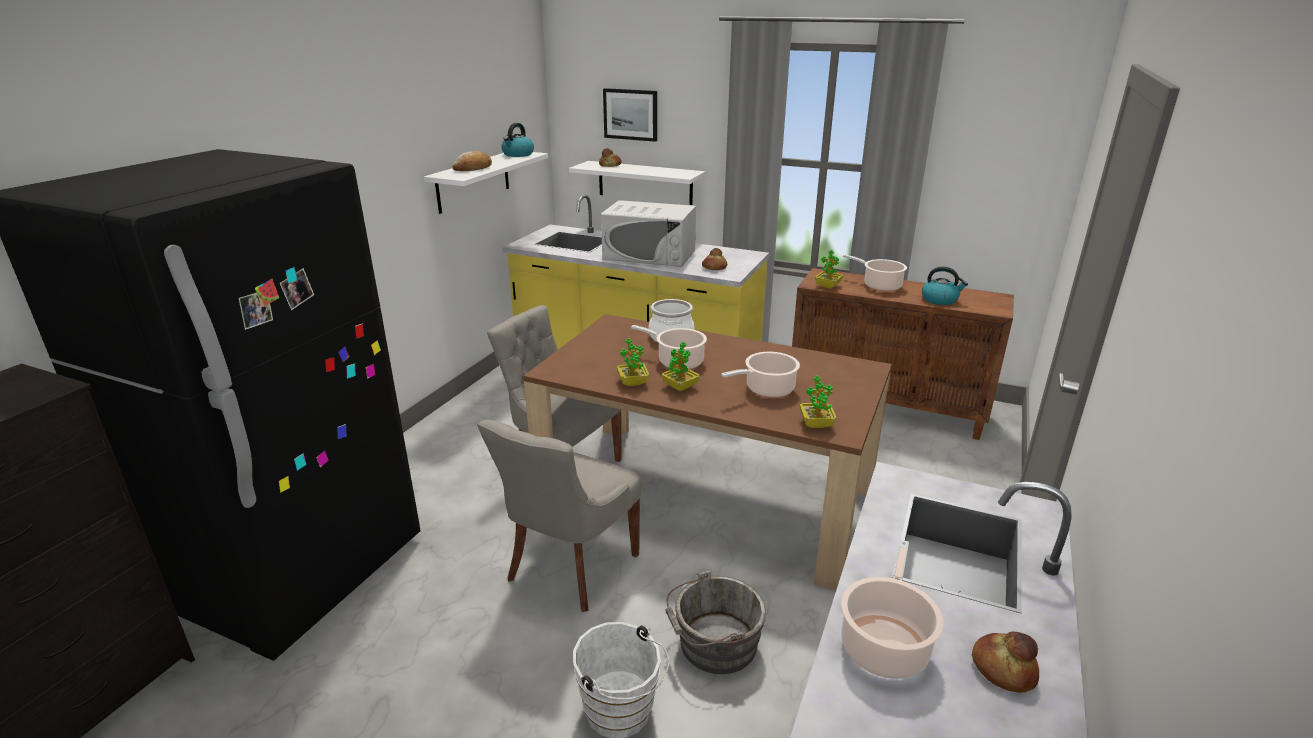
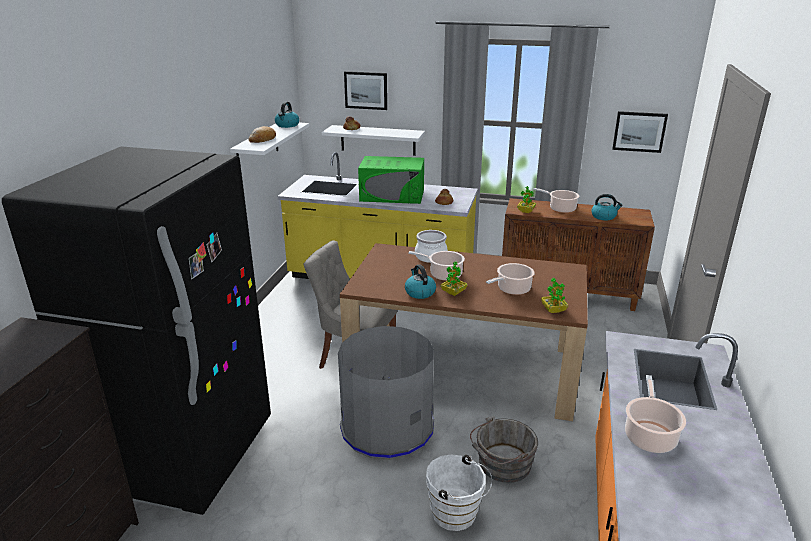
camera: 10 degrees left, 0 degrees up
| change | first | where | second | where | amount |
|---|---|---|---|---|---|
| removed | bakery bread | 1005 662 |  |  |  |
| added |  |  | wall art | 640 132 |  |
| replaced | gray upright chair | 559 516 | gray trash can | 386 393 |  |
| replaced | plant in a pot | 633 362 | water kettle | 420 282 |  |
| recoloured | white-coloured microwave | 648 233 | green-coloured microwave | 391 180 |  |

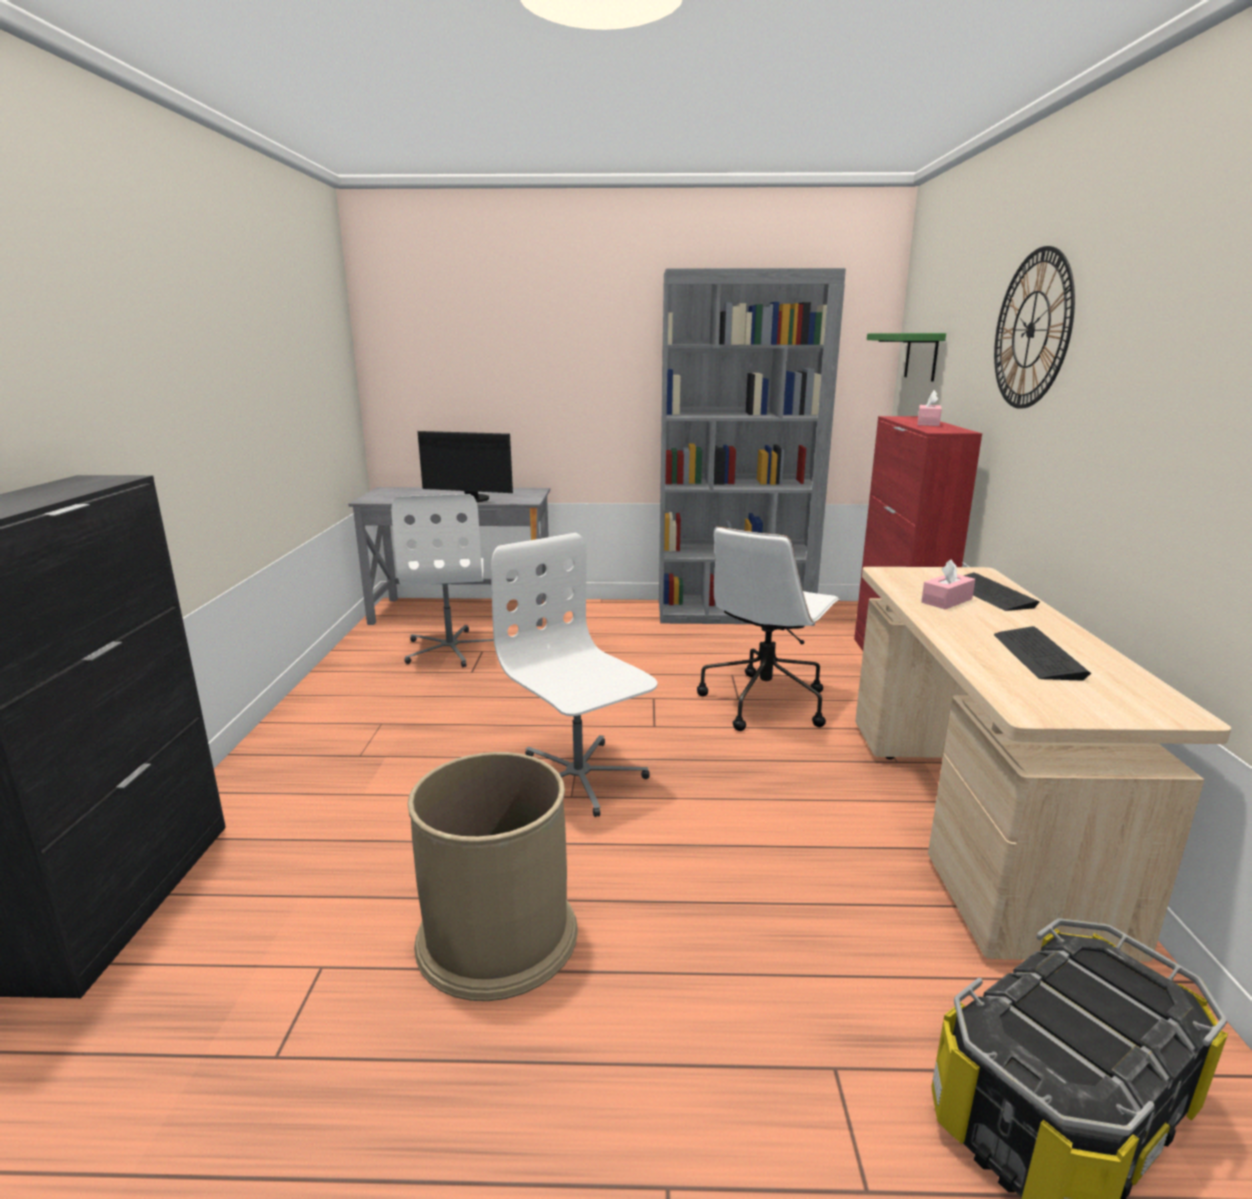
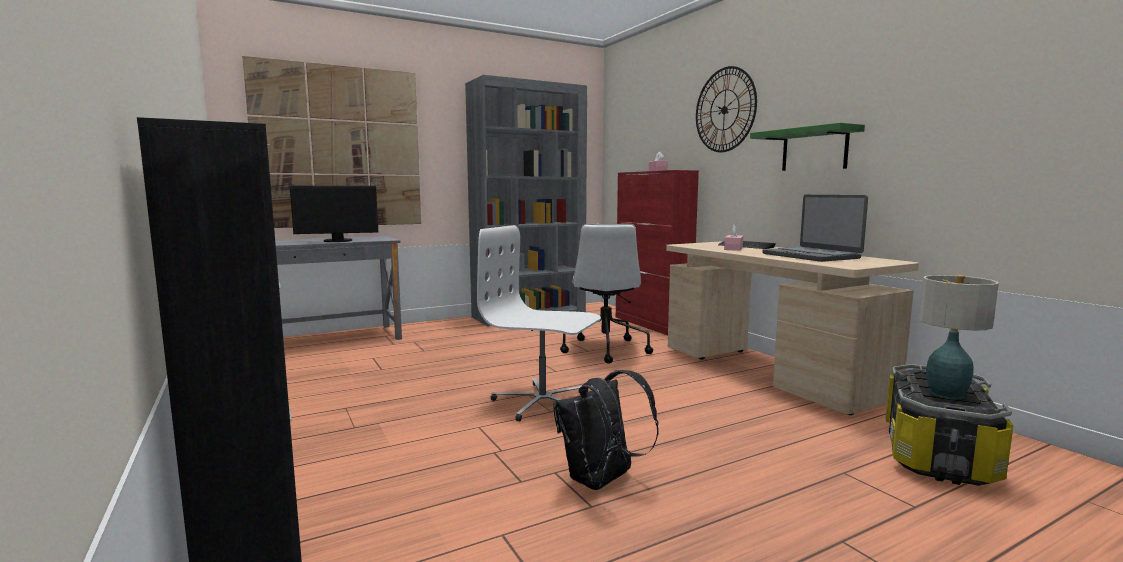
camera: 30 degrees left, 10 degrees down
| change | first | where | second | where | amount |
|---|---|---|---|---|---|
| removed | white-coloured desk chair | 442 580 |  |  |  |
| added |  |  | wall art | 331 142 |  |
| added |  |  | tabletop lamp | 959 337 |  |
| moved | green-coloured bracket shelf | 906 357 |  | 807 147 |  |
| replaced | brown trash can | 492 876 | black-coloured rucksack | 606 430 |  |
| replaced | computer keyboard | 1042 653 | laptop | 815 228 |  |

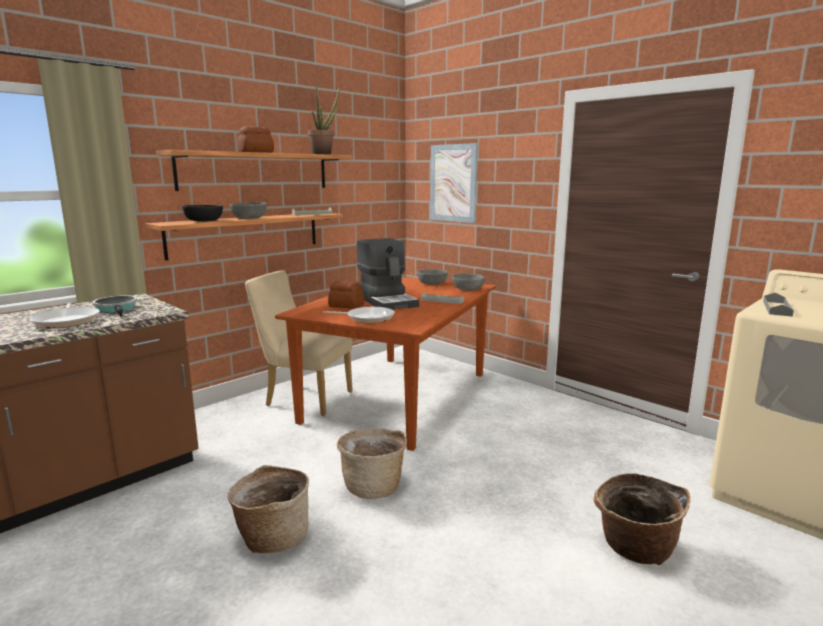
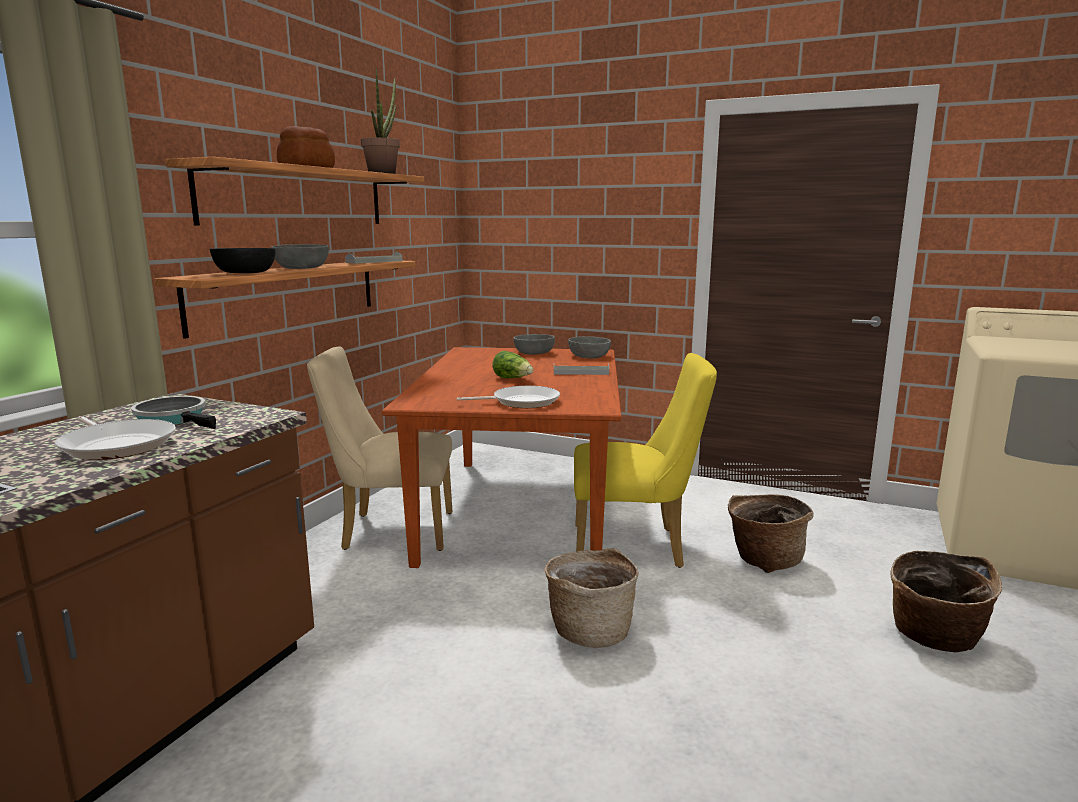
camera: 20 degrees left, 0 degrees up
| change | first | where | second | where | amount |
|---|---|---|---|---|---|
| removed | bakery bread | 346 294 |  |  |  |
| removed | wall art | 454 183 |  |  |  |
| removed | gray serving tray | 778 305 |  |  |  |
| added |  |  | yellow upright chair | 645 460 |  |
| moved | basket | 268 509 |  | 771 533 |  |
| replaced | coffee brewer | 388 274 | head of lettuce | 513 364 |  |

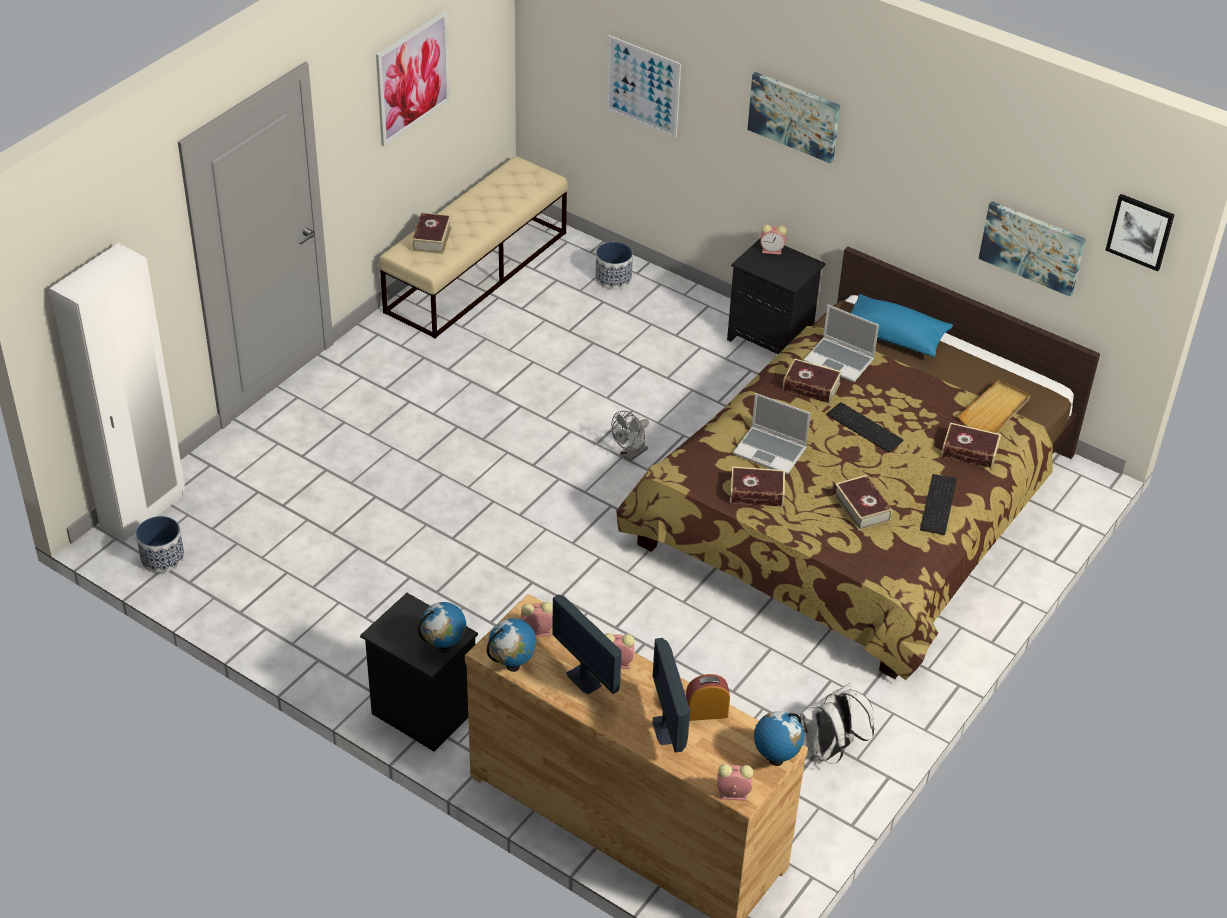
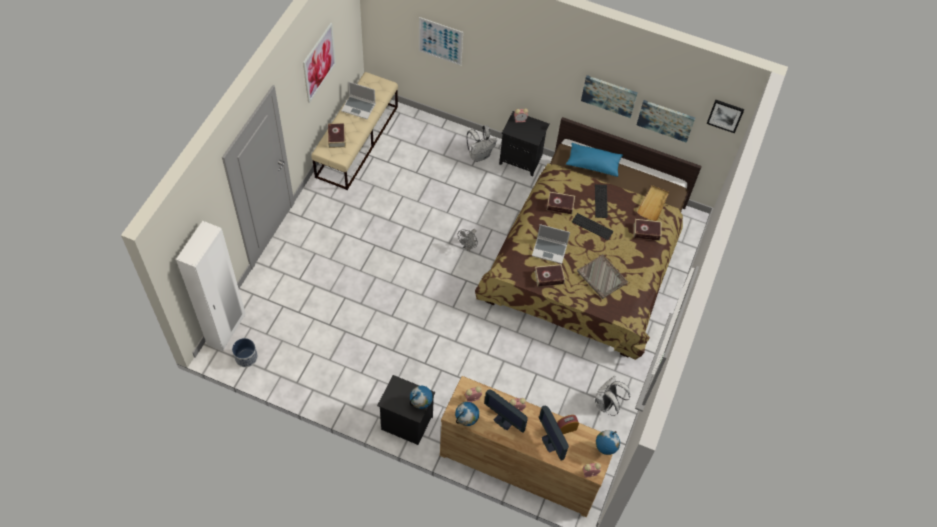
camera: 15 degrees left, 15 degrees up
| change | first | where | second | where | amount |
|---|---|---|---|---|---|
| removed | plant pot | 614 265 |  |  |  |
| added |  |  | white-coloured rucksack | 482 143 |  |
| moved | wall art | 793 118 |  | 609 96 |  |
| moved | laptop | 841 343 |  | 358 100 |  |
| moved | computer keyboard | 938 504 |  | 601 201 |  |
| replaced | volume | 863 503 | gray serving tray | 602 276 |  |

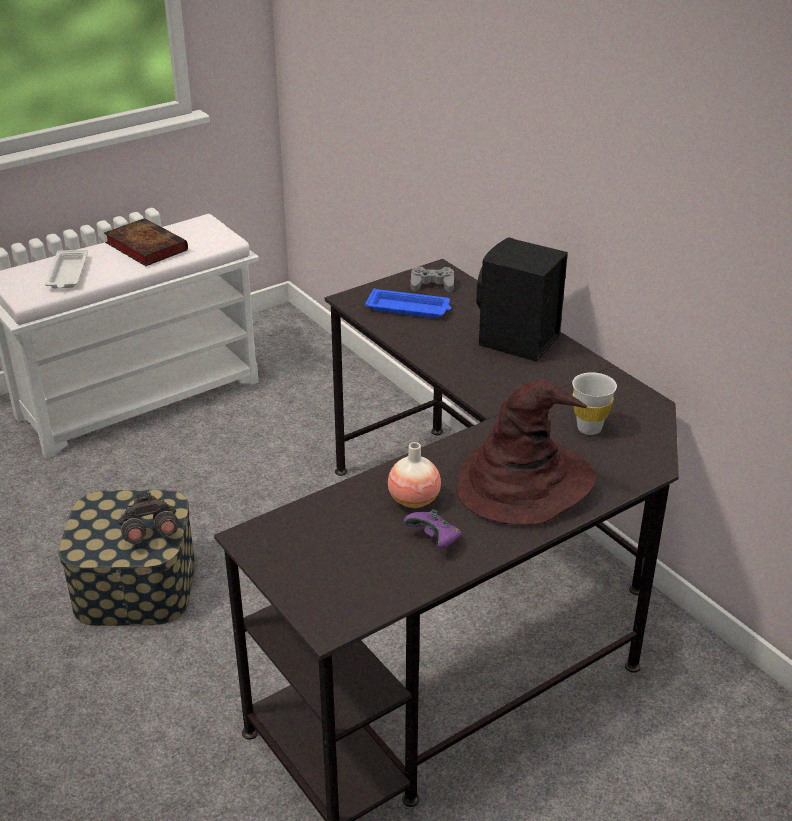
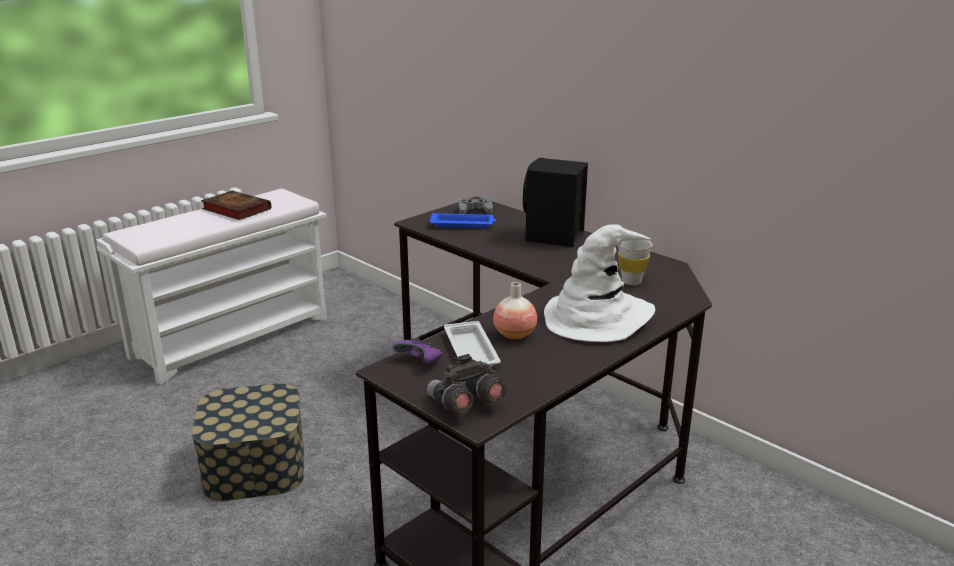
camera: 10 degrees left, 10 degrees down
| change | first | where | second | where | amount |
|---|---|---|---|---|---|
| moved | white-coloured serving tray | 66 269 |  | 472 344 |  |
| moved | gray field glasses | 148 518 |  | 467 384 |  |
| moved | purple joypad | 433 529 |  | 417 351 |  |
| recoloured | brown wearable hat | 525 452 | white-coloured wearable hat | 599 283 |  |

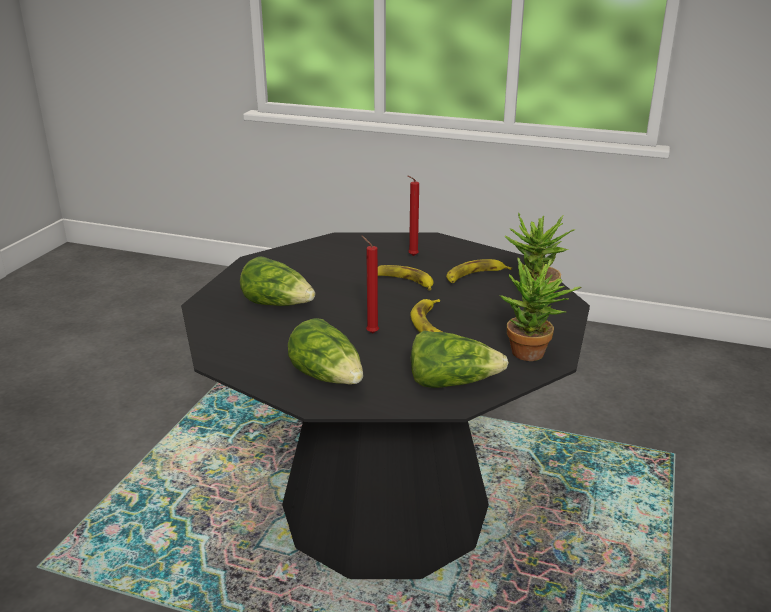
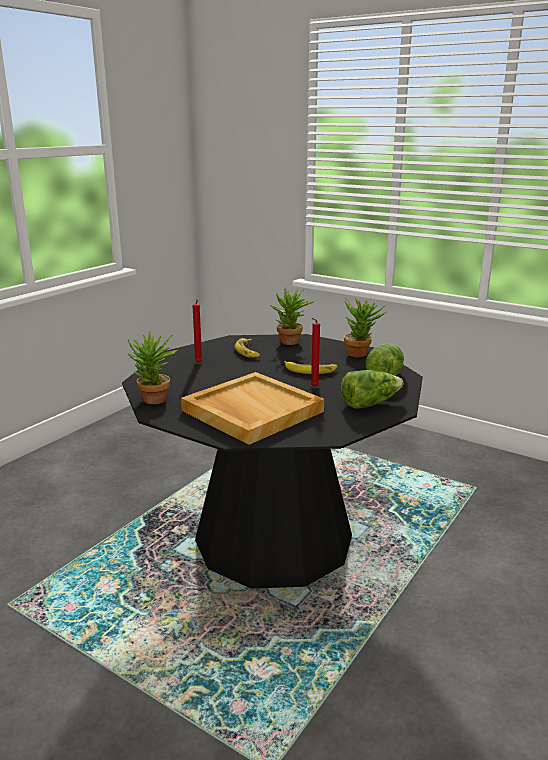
camera: 75 degrees left, 5 degrees down
| change | first | where | second | where | amount |
|---|---|---|---|---|---|
| removed | whole banana | 406 277 |  |  |  |
| added |  |  | plant in a pot | 152 367 |  |
| replaced | head of lettuce | 277 281 | sand-coloured serving tray | 252 408 |  |

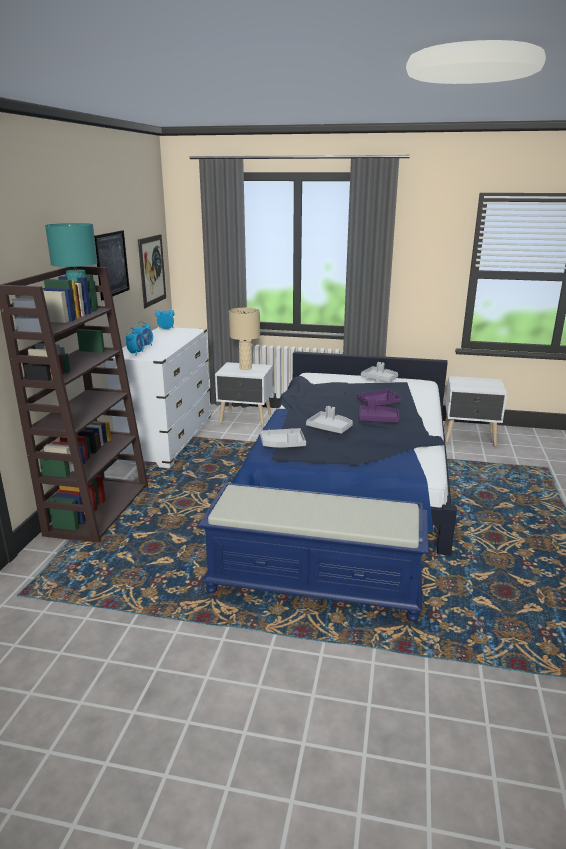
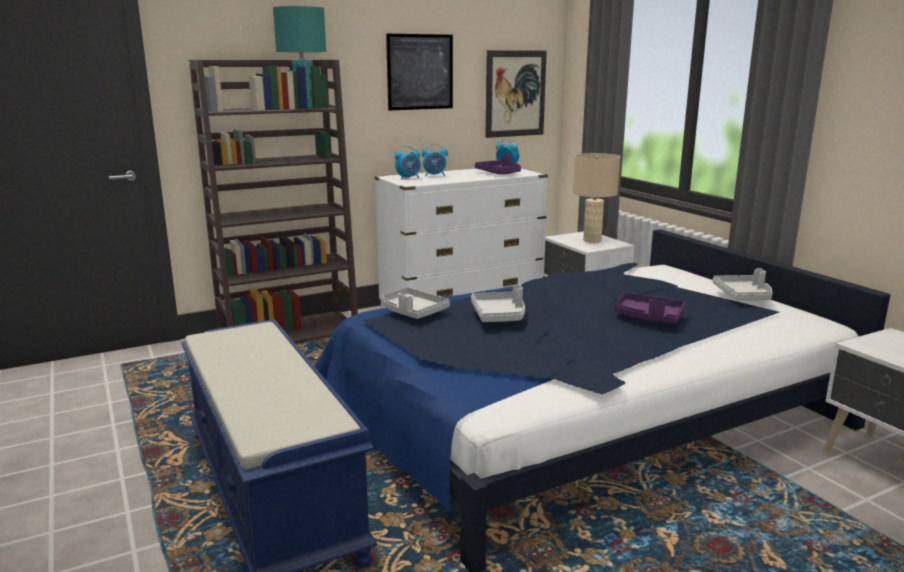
camera: 50 degrees right, 5 degrees down
| change | first | where | second | where | amount |
|---|---|---|---|---|---|
| moved | purple serving tray | 379 411 |  | 498 163 |  |

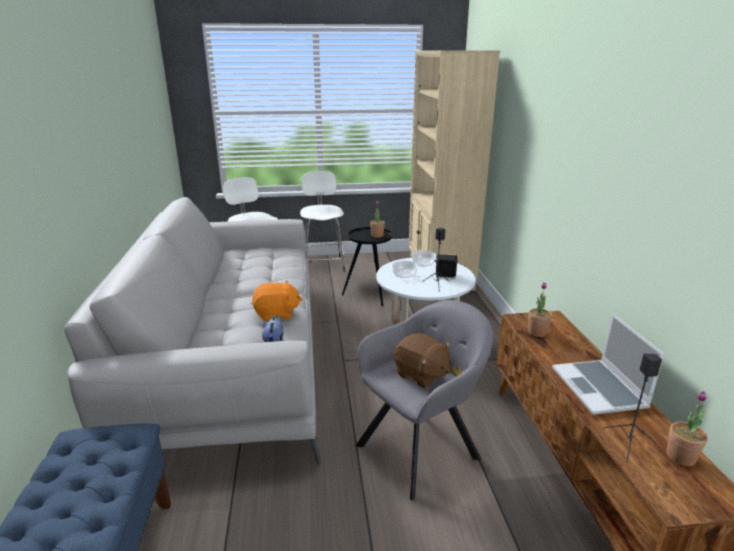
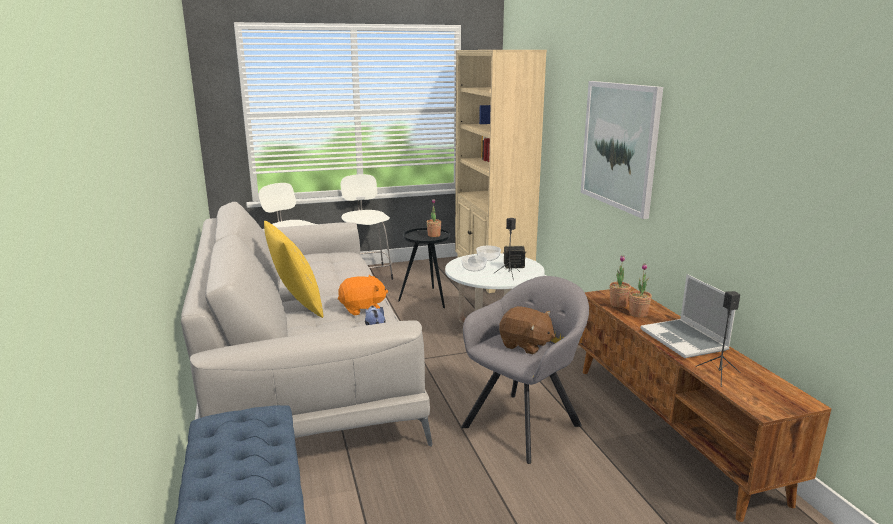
camera: 10 degrees left, 5 degrees down
| change | first | where | second | where | amount |
|---|---|---|---|---|---|
| added |  |  | yellow pillow | 293 269 |  |
| added |  |  | wall art | 622 150 |  |
| moved | plant in a pot | 687 428 |  | 640 291 |  |

